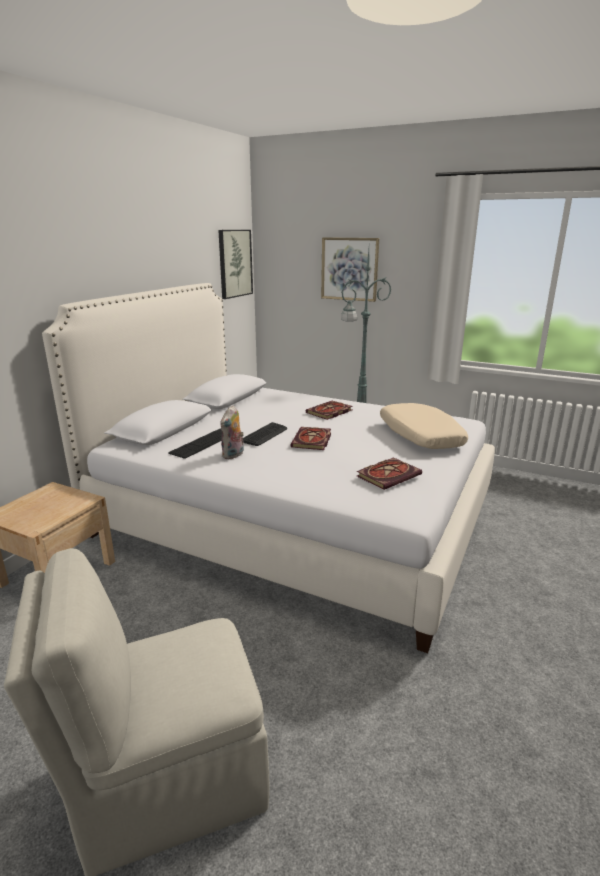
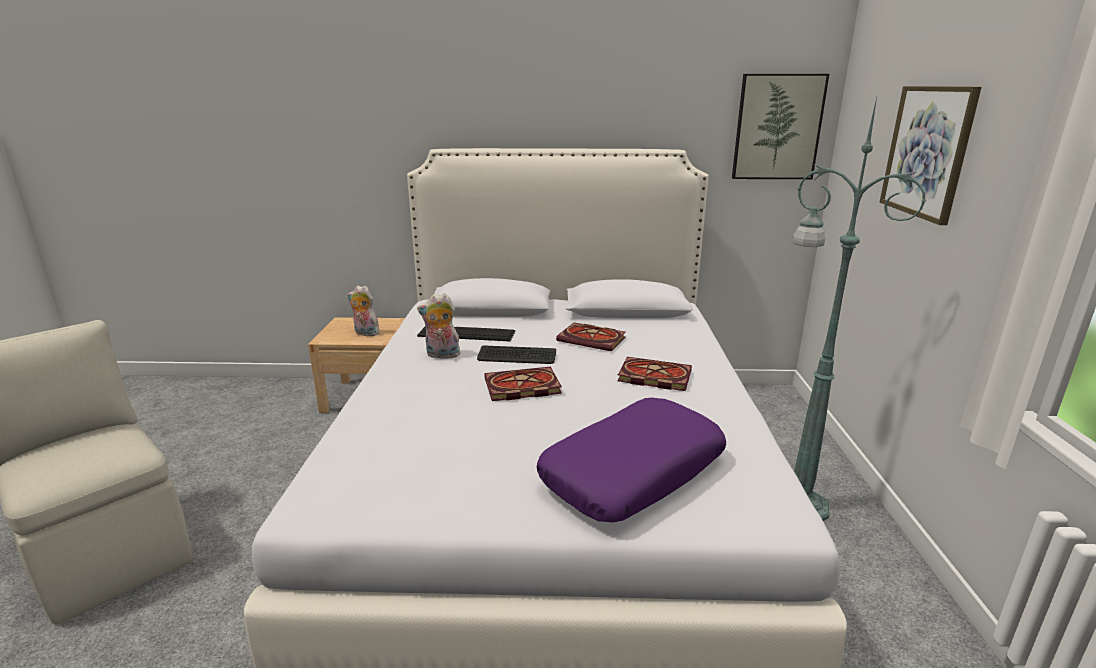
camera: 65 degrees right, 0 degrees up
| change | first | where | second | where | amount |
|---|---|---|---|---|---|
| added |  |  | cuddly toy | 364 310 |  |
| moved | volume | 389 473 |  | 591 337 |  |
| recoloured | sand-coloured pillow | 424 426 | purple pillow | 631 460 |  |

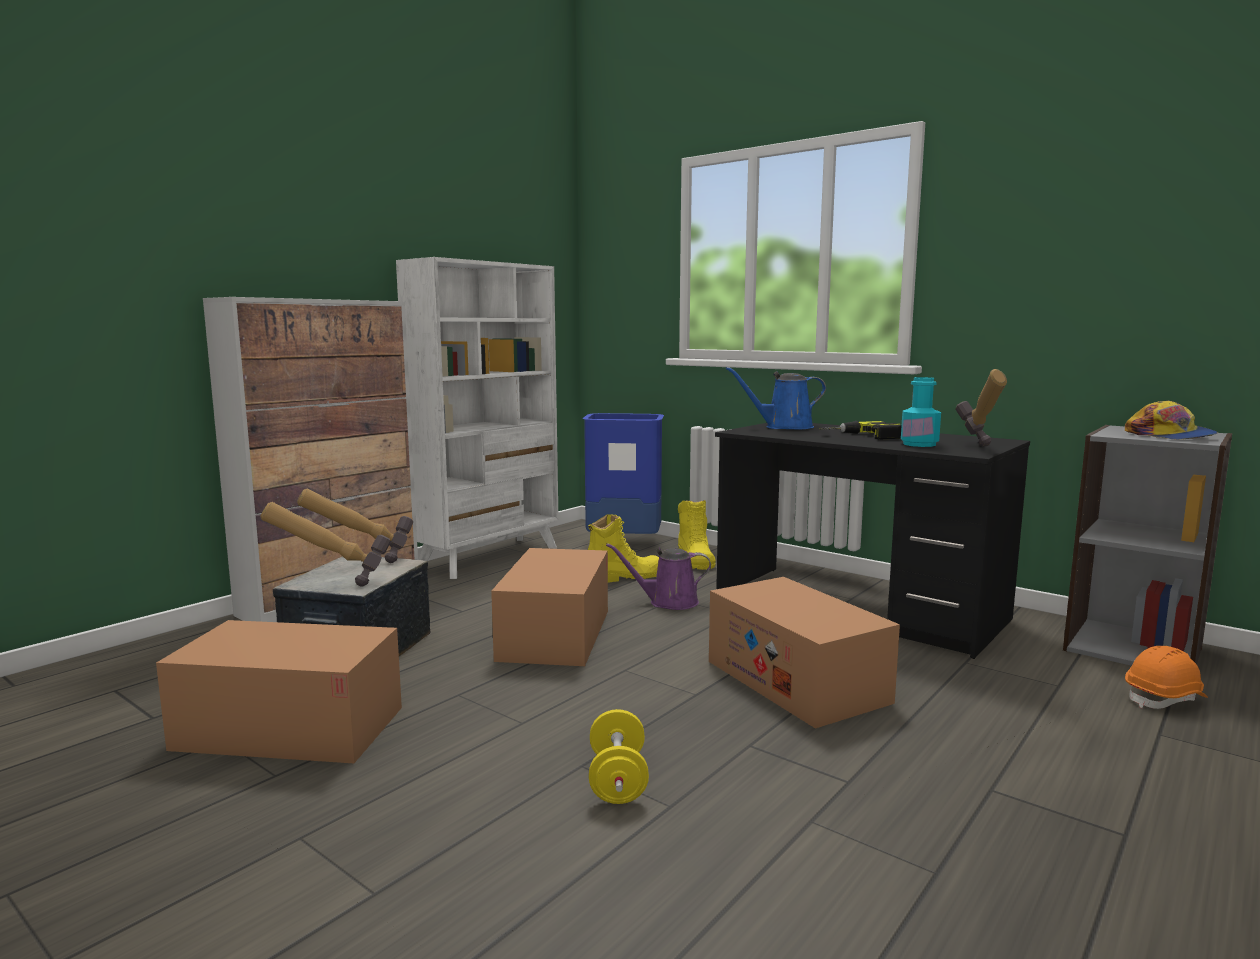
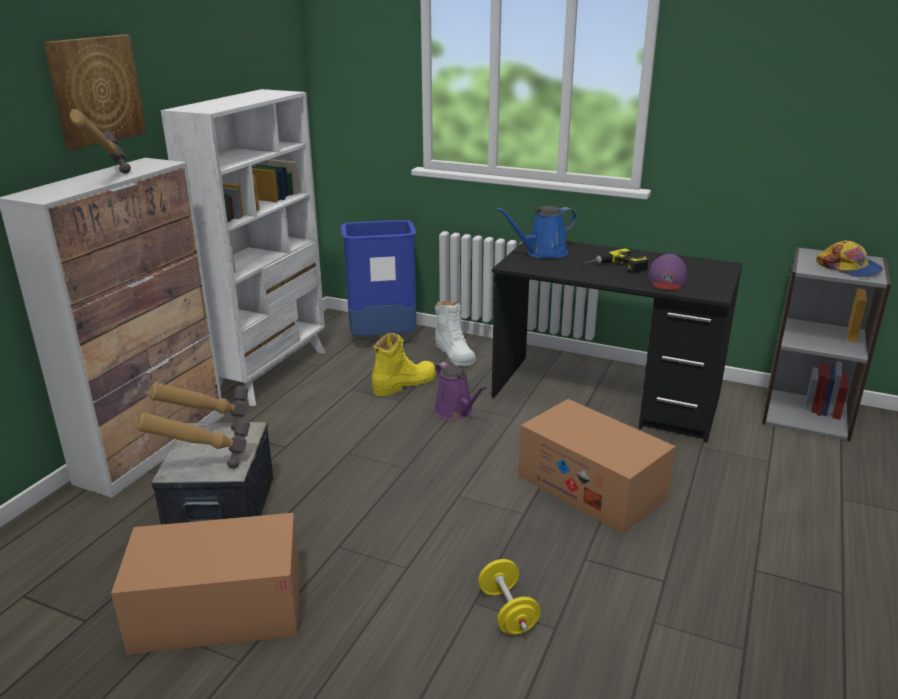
camera: 15 degrees left, 15 degrees up
| change | first | where | second | where | amount |
|---|---|---|---|---|---|
| removed | cardboard box | 549 607 |  |  |  |
| removed | orange-coloured safety helmet | 1166 677 |  |  |  |
| added |  |  | wall art | 95 92 |  |
| moved | tool hammer | 981 407 |  | 100 141 |  |
| replaced | turquoise beverage bottle | 921 412 | purple cap | 667 272 |  |
| recoloured | yellow tall boot | 697 535 | white-coloured tall boot | 455 333 |  |
| turned | purple watering can | 658 576 |  | 460 390 | 105 degrees counterclockwise |

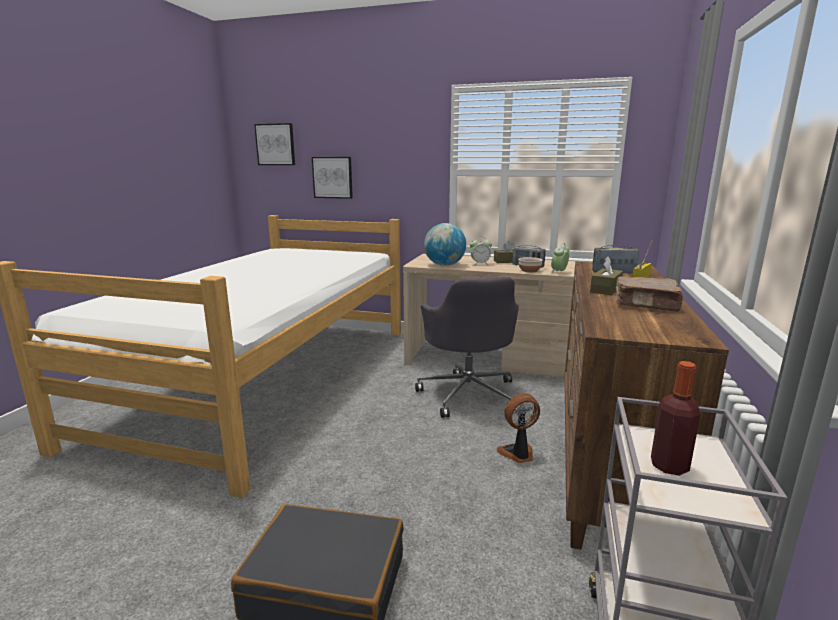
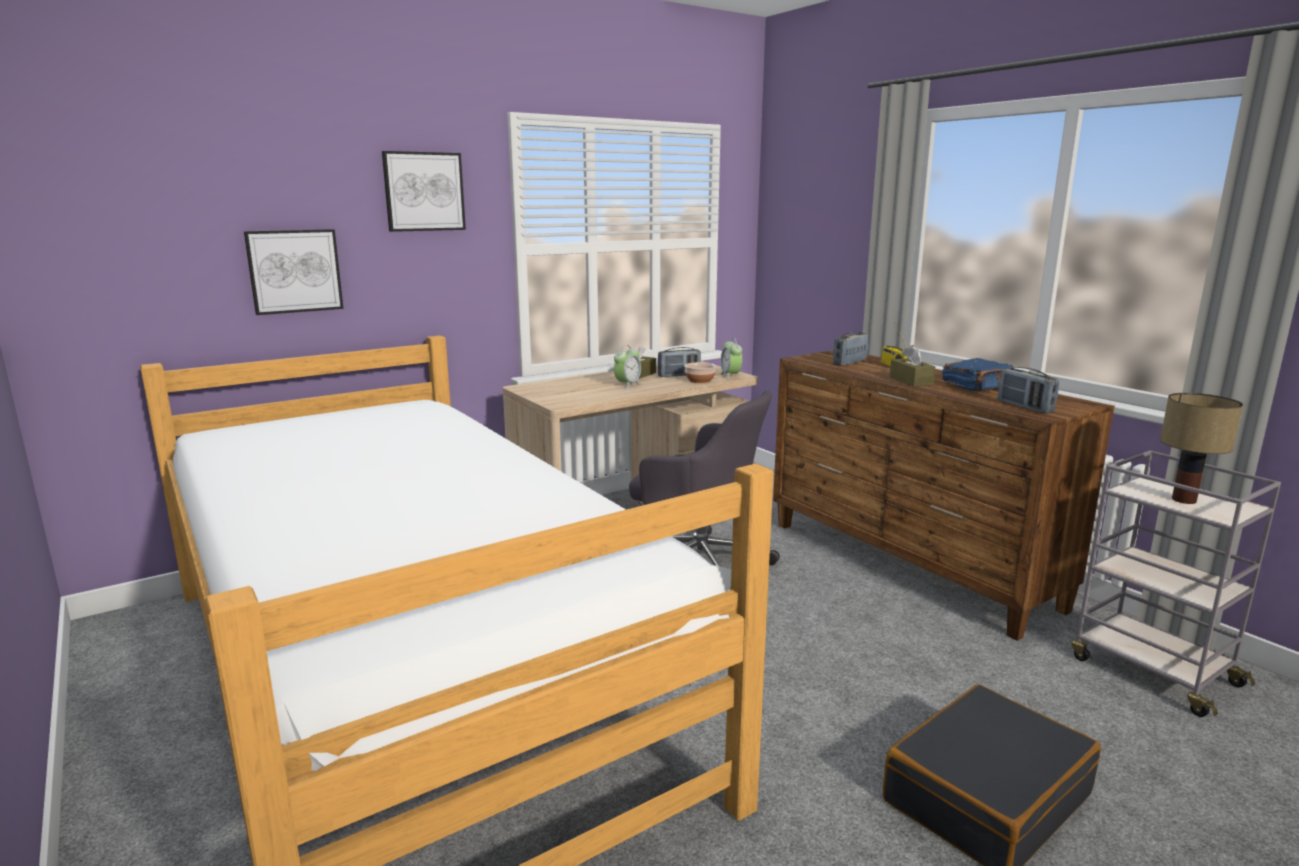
camera: 50 degrees left, 0 degrees up
| change | first | where | second | where | amount |
|---|---|---|---|---|---|
| removed | world globe | 445 244 |  |  |  |
| removed | cooling fan | 518 428 |  |  |  |
| added |  |  | radio set | 1028 390 |  |
| moved | wall art | 274 144 |  | 424 191 |  |
| replaced | beverage bottle | 675 418 | tabletop lamp | 1201 448 |  |
| recoloured | brown volume | 650 294 | bluish volume | 977 374 |  |

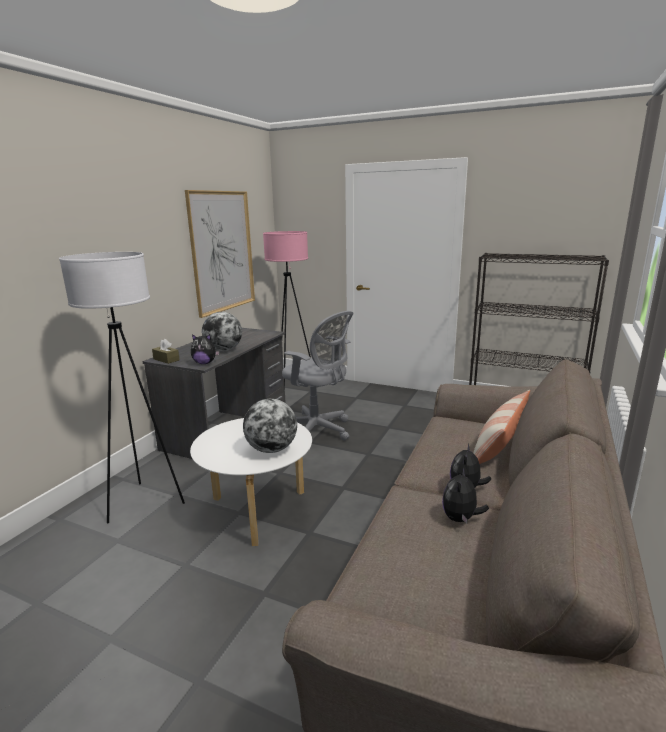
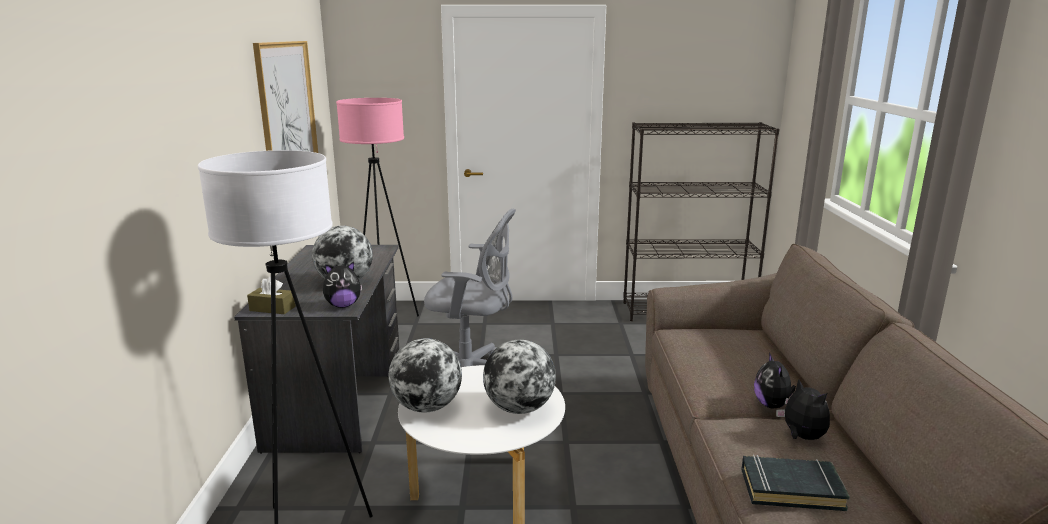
camera: 25 degrees left, 0 degrees up
| change | first | where | second | where | amount |
|---|---|---|---|---|---|
| removed | pillow | 502 427 |  |  |  |
| added |  |  | world globe | 425 375 |  |
| added |  |  | black-coloured volume | 795 483 |  |
| turned | cuddly toy | 465 495 |  | 803 409 | 150 degrees clockwise |

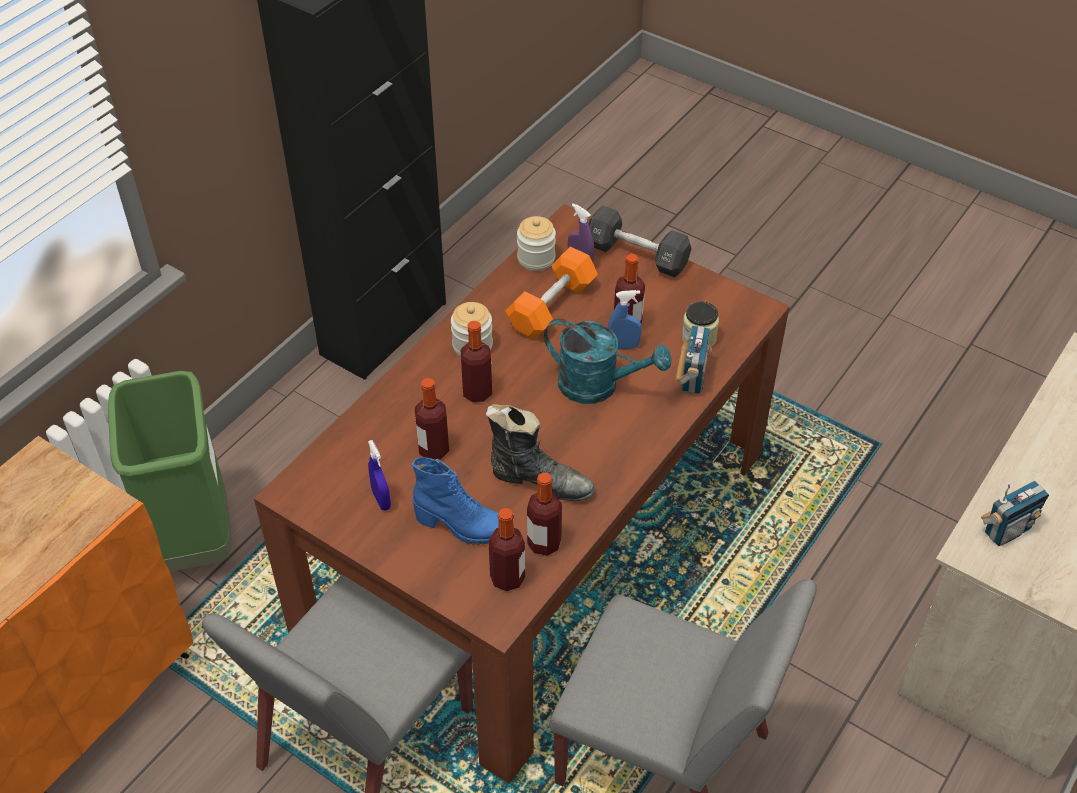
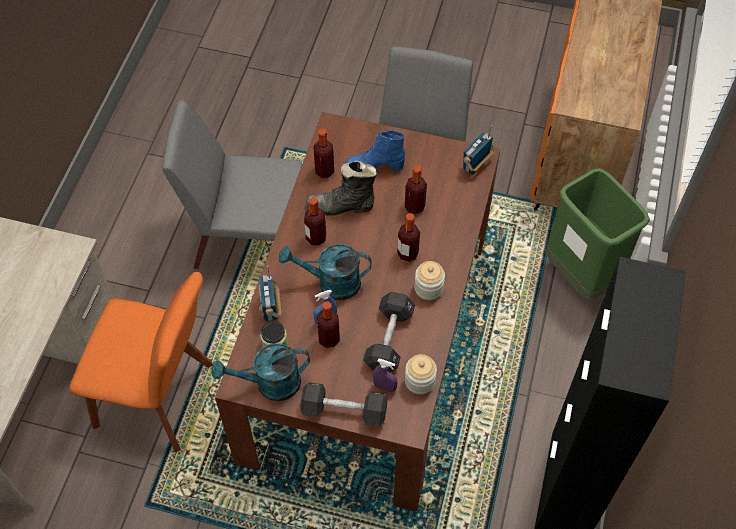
camera: 160 degrees right, 10 degrees up
| change | first | where | second | where | amount |
|---|---|---|---|---|---|
| removed | bluish sprayer | 379 475 |  |  |  |
| added |  |  | orange-coloured upright chair | 141 362 |  |
| added |  |  | turquoise watering can | 261 372 |  |
| moved | beverage bottle | 506 550 |  | 315 221 |  |
| moved | radio set | 1015 513 |  | 479 150 |  |
| recoloured | orange-coloured hand weight | 551 293 | black-coloured hand weight | 389 332 |  |

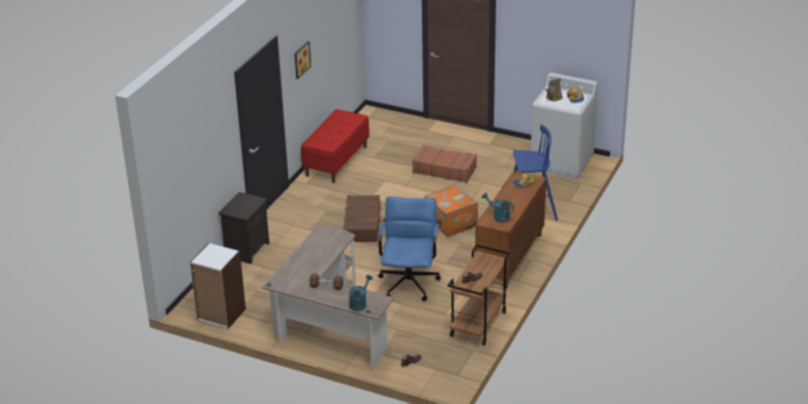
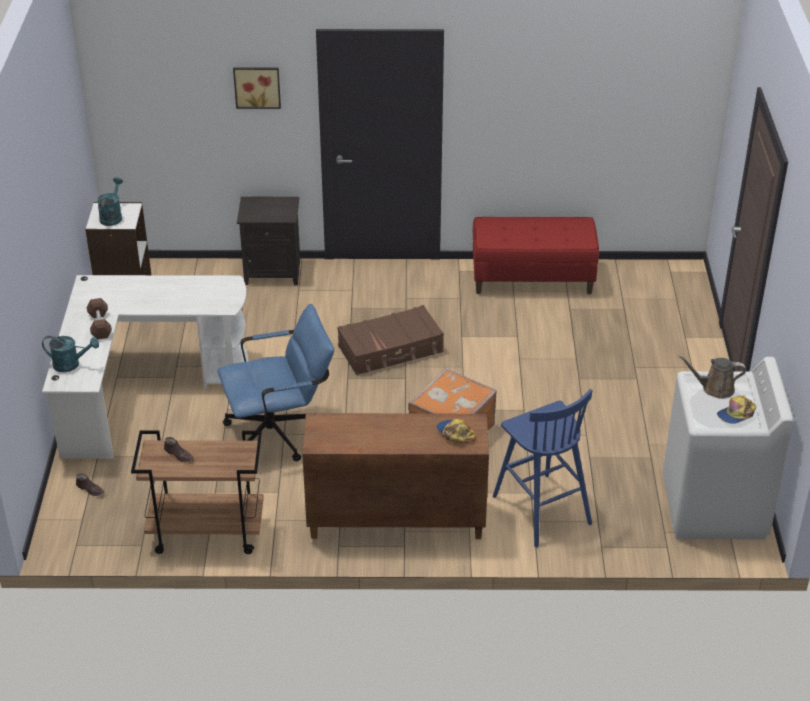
camera: 65 degrees right, 5 degrees up
| change | first | where | second | where | amount |
|---|---|---|---|---|---|
| removed | brown piece of luggage | 444 164 |  |  |  |
| moved | wall art | 303 60 |  | 257 88 |  |
| moved | turquoise watering can | 498 208 |  | 110 201 |  |
| recoloured | brown desk | 328 298 | white-coloured desk | 145 367 |  |

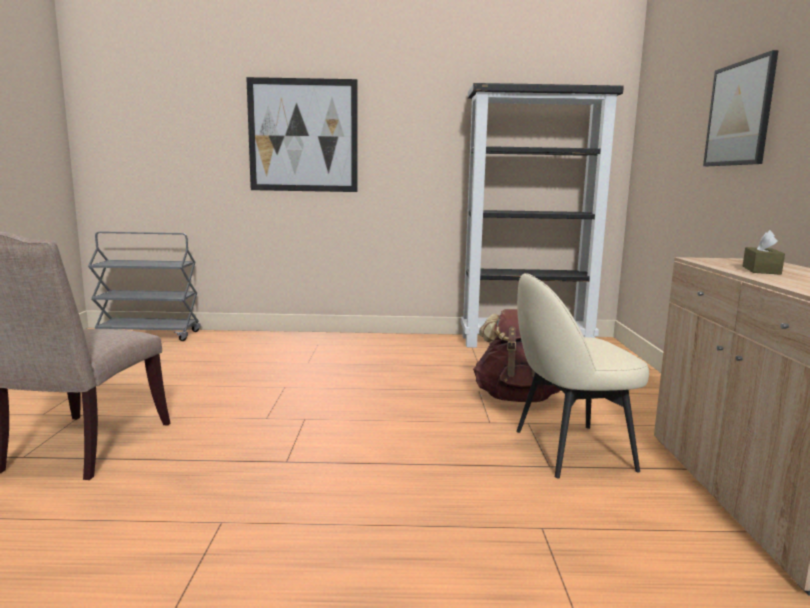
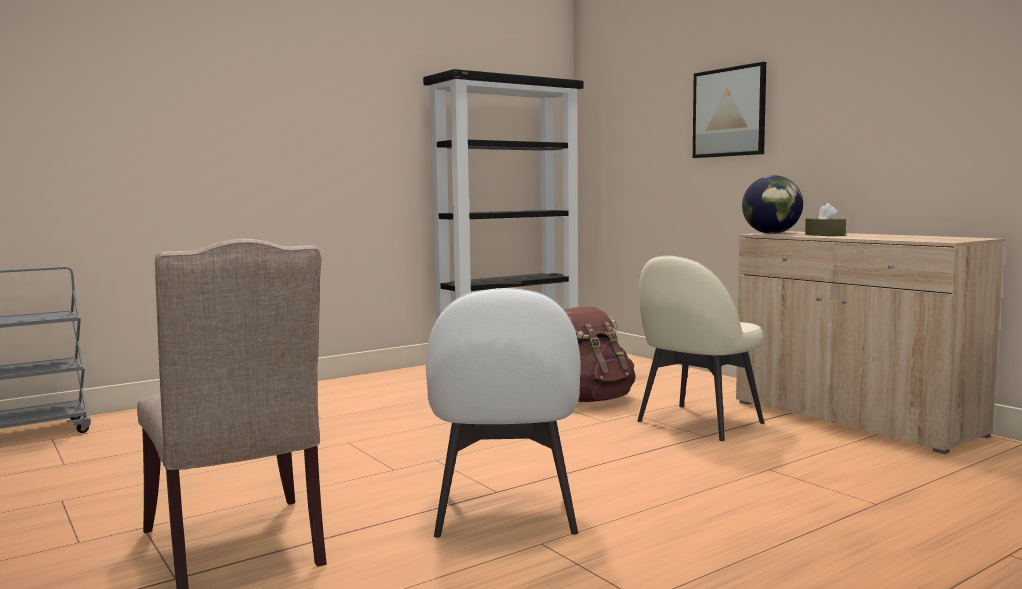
camera: 35 degrees left, 5 degrees down
| change | first | where | second | where | amount |
|---|---|---|---|---|---|
| removed | wall art | 301 134 |  |  |  |
| added |  |  | white-coloured upright chair | 503 413 |  |
| added |  |  | world globe | 772 204 |  |

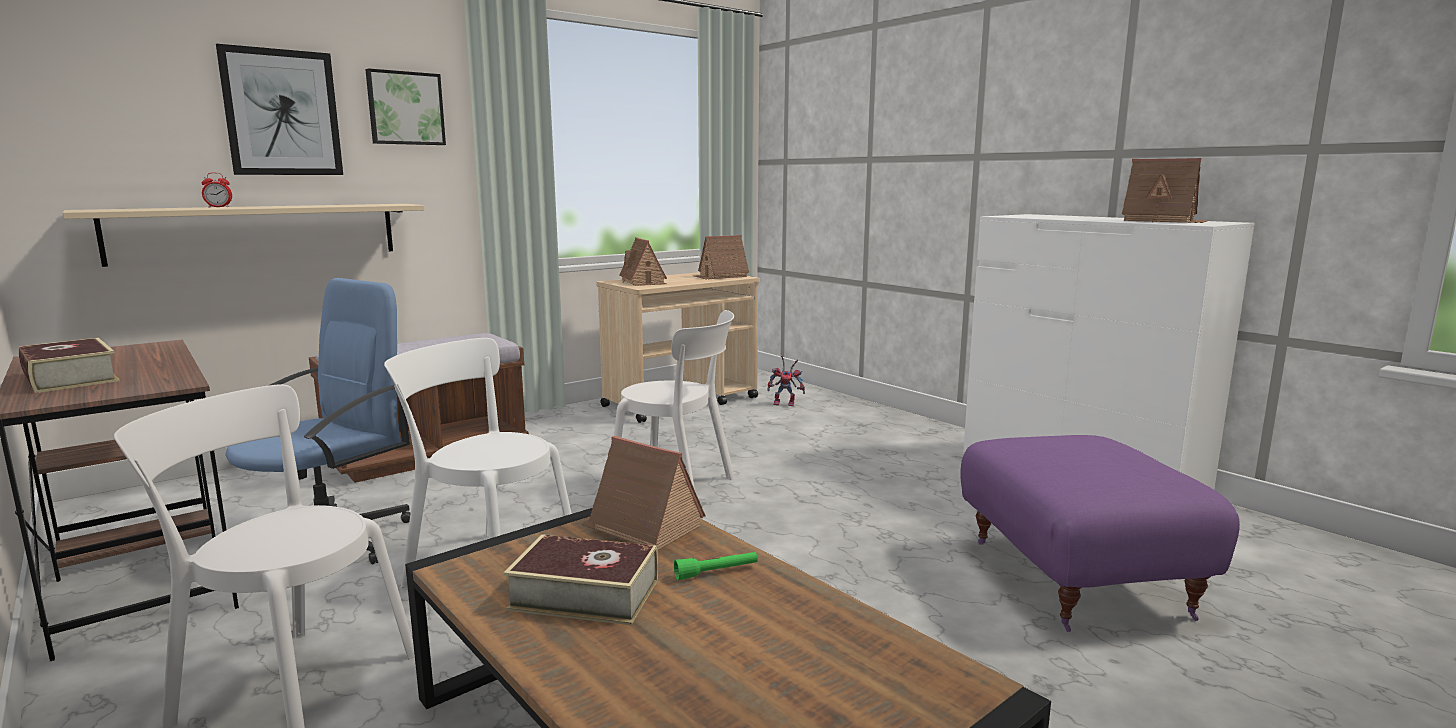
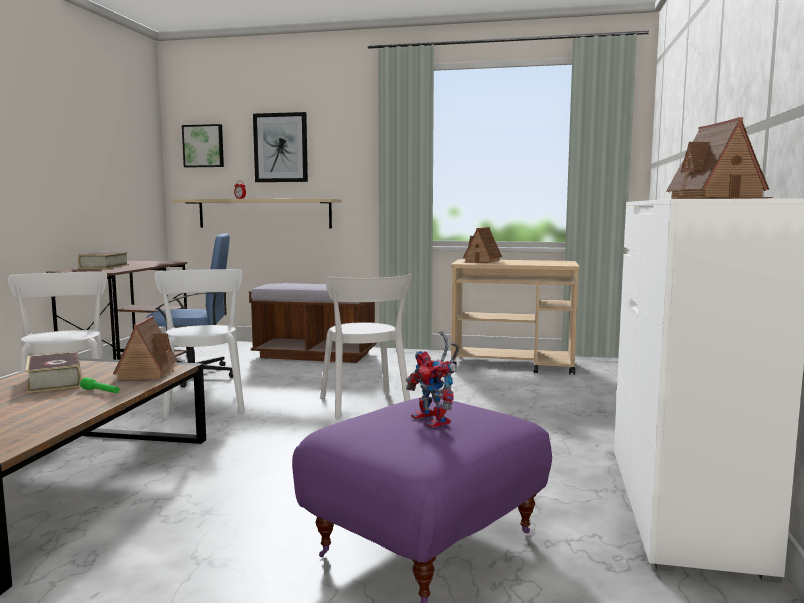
camera: 50 degrees right, 5 degrees down
| change | first | where | second | where | amount |
|---|---|---|---|---|---|
| removed | miniature house | 721 257 |  |  |  |
| moved | wall art | 405 106 |  | 203 146 |  |
| moved | robot figure | 786 380 |  | 432 379 |  |

